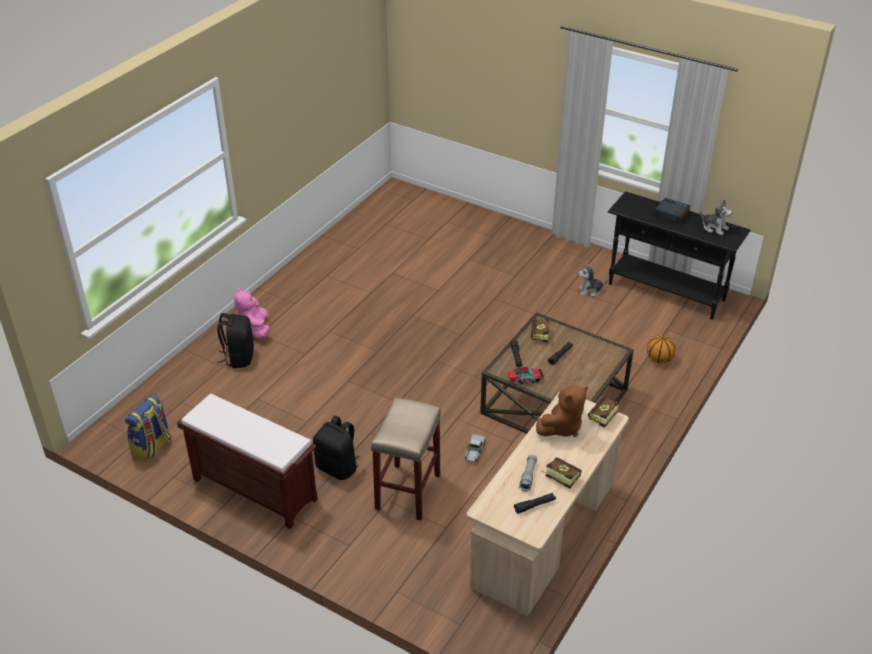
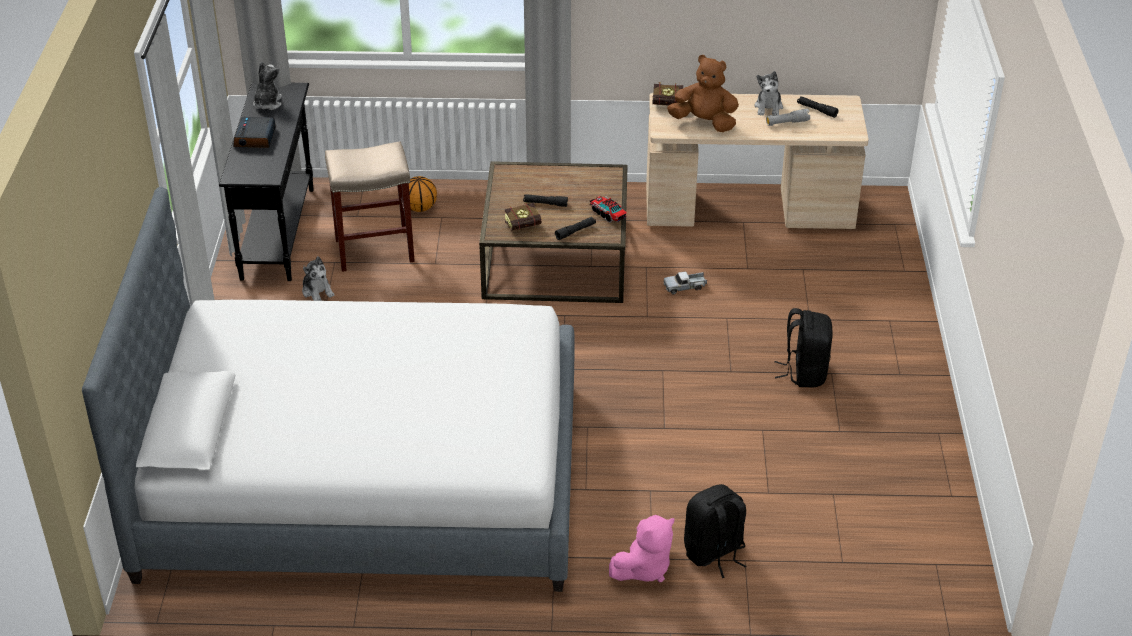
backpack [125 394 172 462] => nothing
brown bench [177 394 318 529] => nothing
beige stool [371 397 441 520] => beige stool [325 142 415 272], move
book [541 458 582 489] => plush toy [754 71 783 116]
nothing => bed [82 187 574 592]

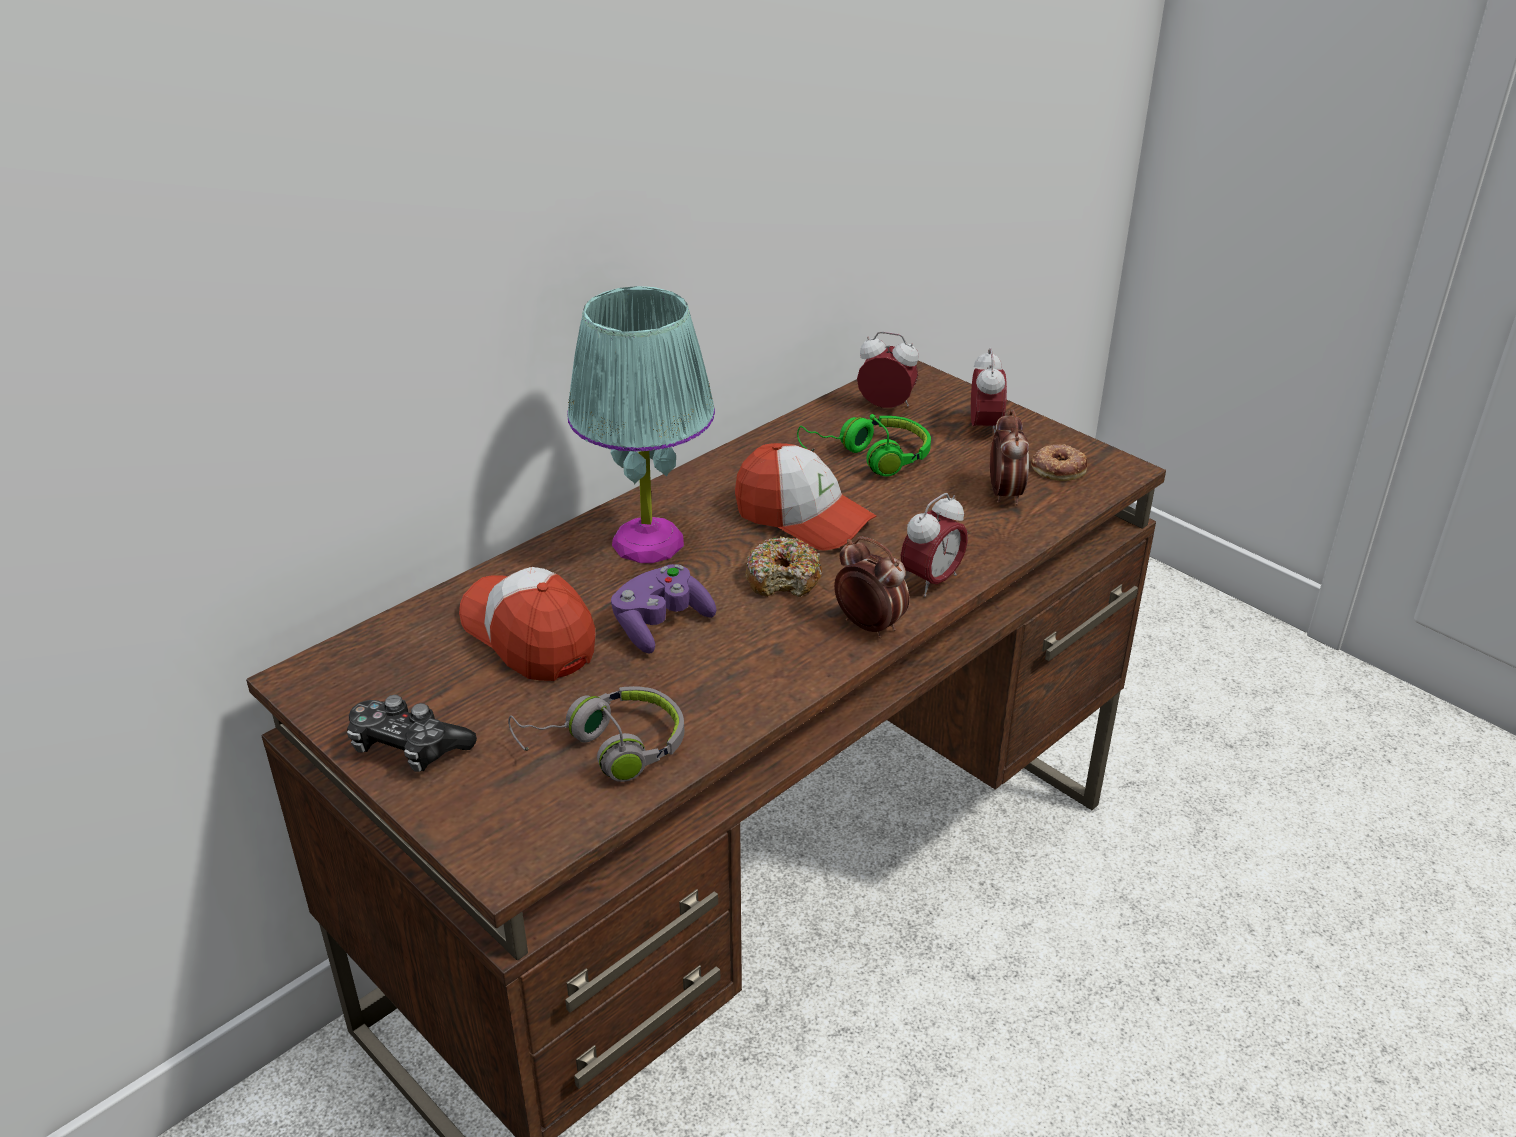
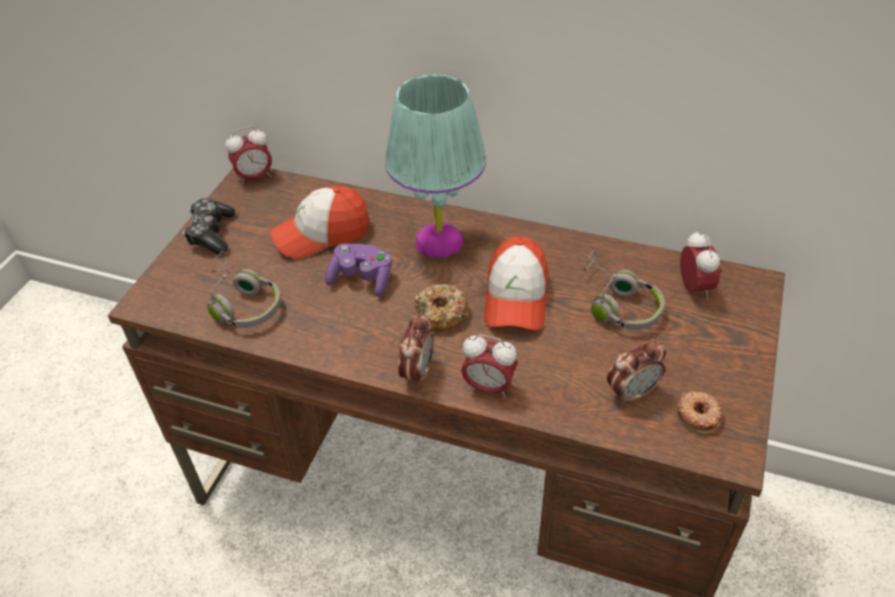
alarm clock [971 348 1007 434] => alarm clock [225 126 272 185], move
green headphones [797 414 931 477] => grey headphones [583 250 665 330]
cap [459 567 595 681] => cap [270 186 369 259], 135 degrees counterclockwise

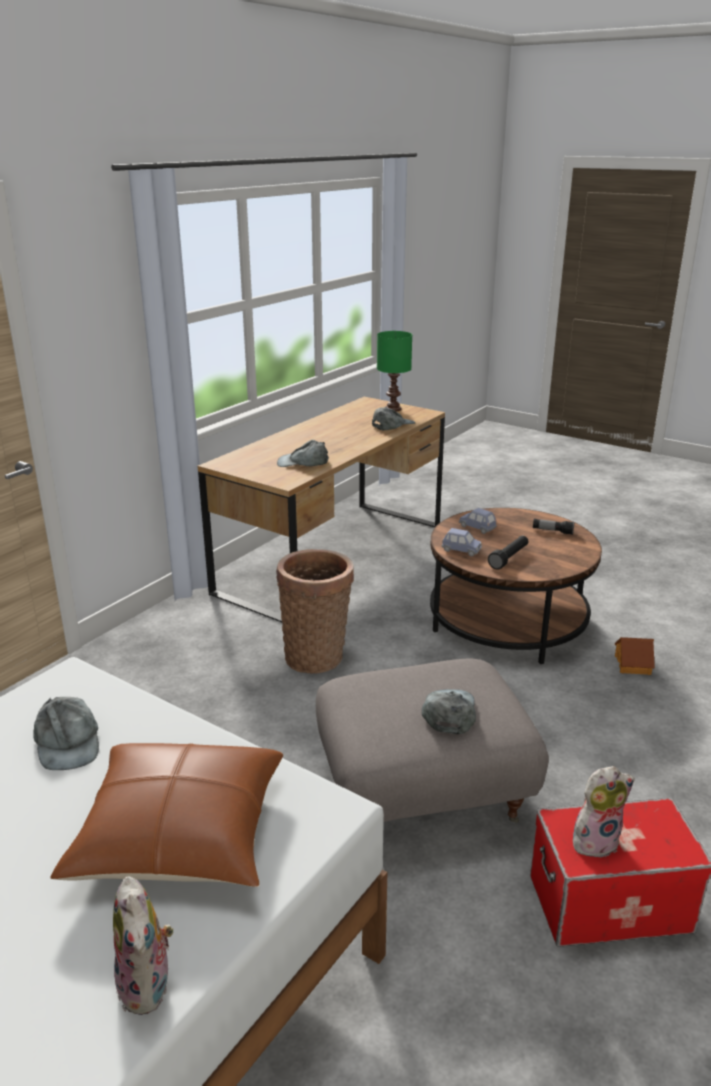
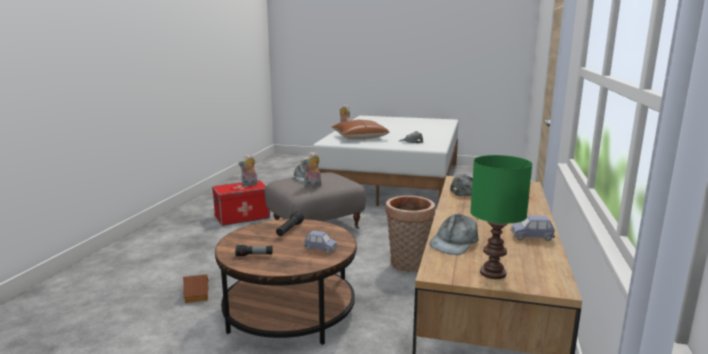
blue toy car [441 528 482 557] => blue toy car [510 215 555 241], move
nothing => plush toy [301 151 321 188]

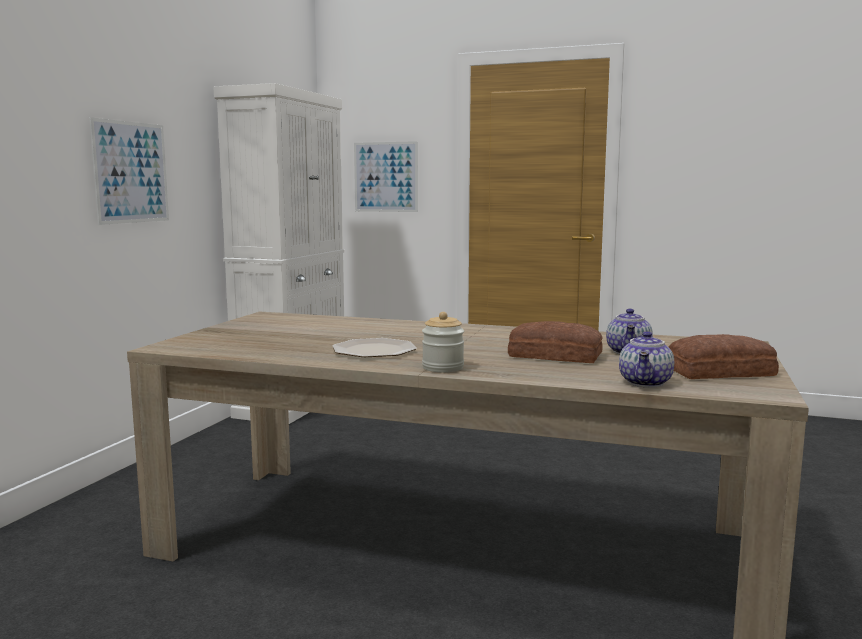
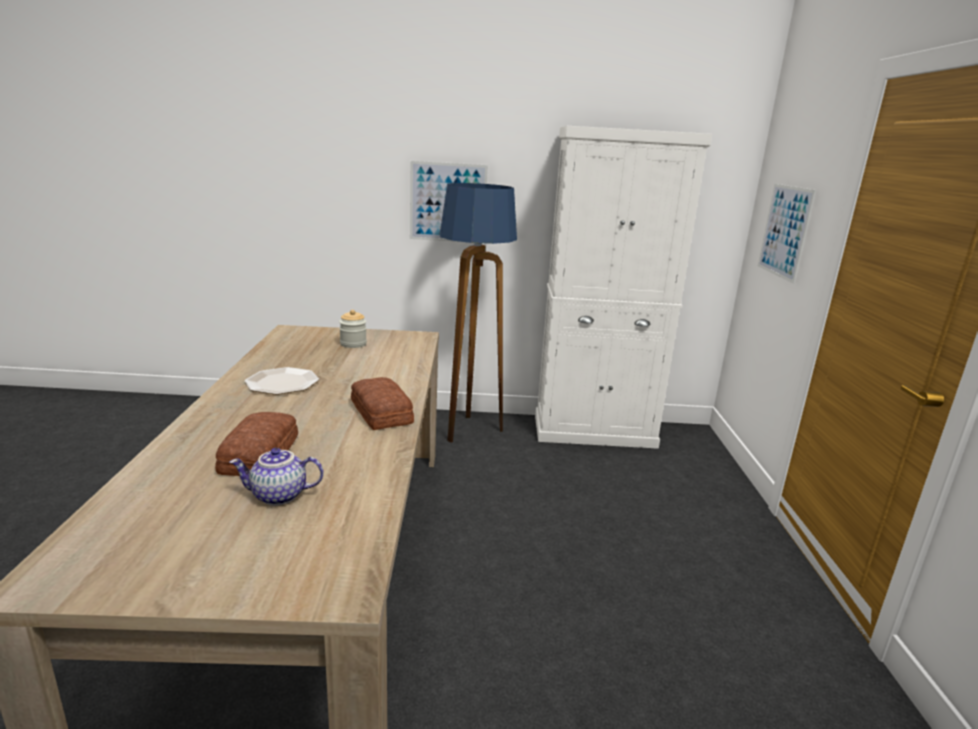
jar [422 312 464 372] => jar [339 310 367 348], move
teapot [619 331 674 388] => nothing
bread [669 334 779 379] => bread [351 377 414 430], move
nothing => floor lamp [440 183 517 442]

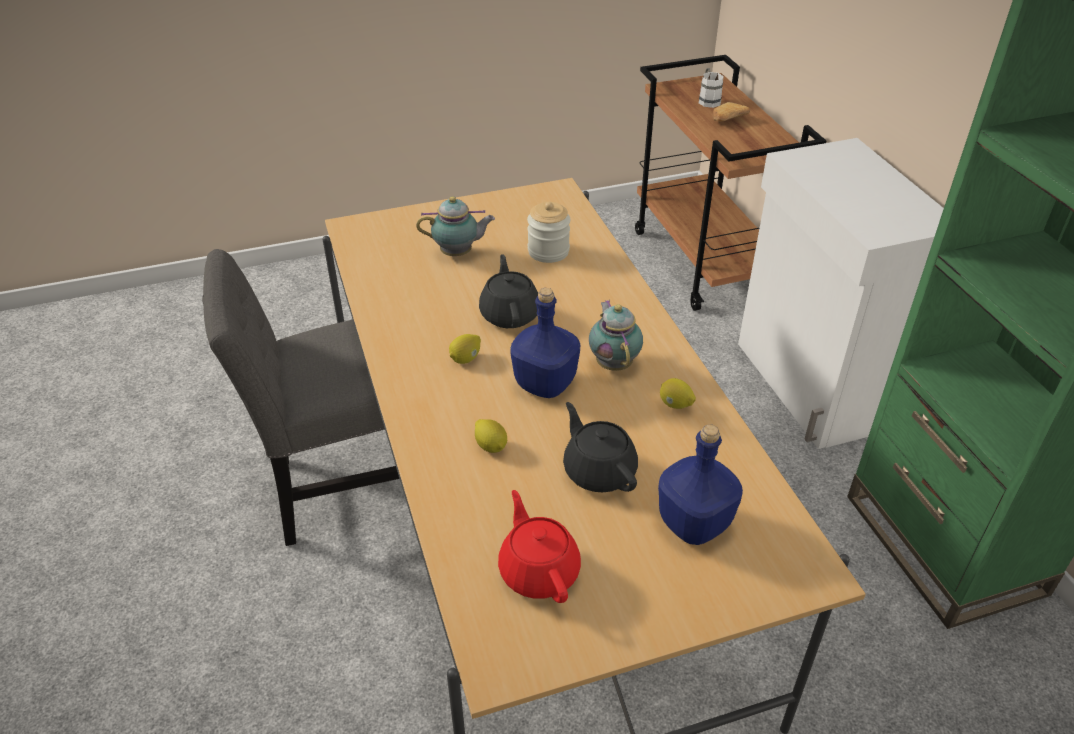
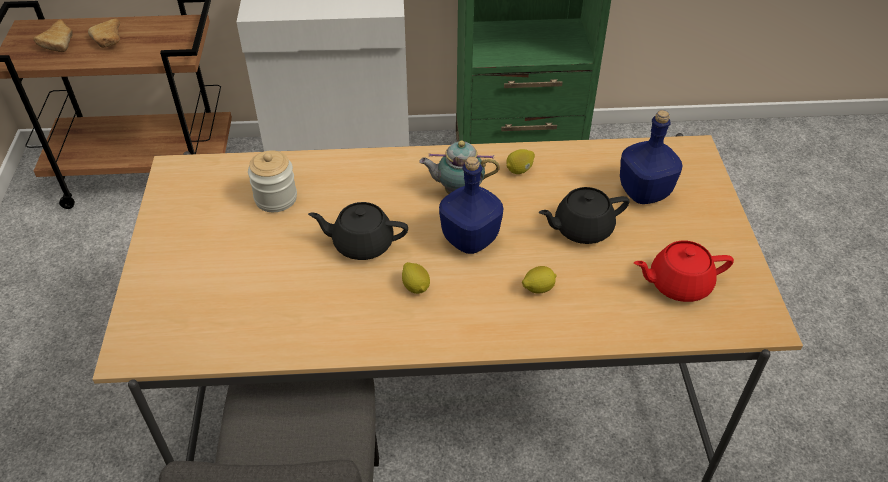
white mug [699 68 723 108] => bread [33 19 73 52]
teapot [416 196 495 256] => nothing

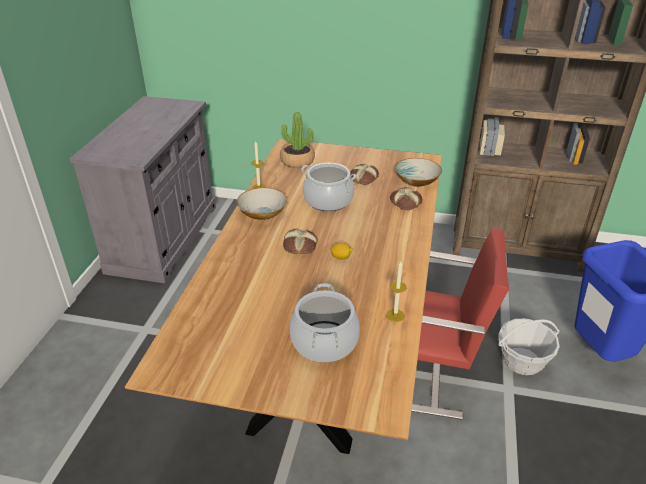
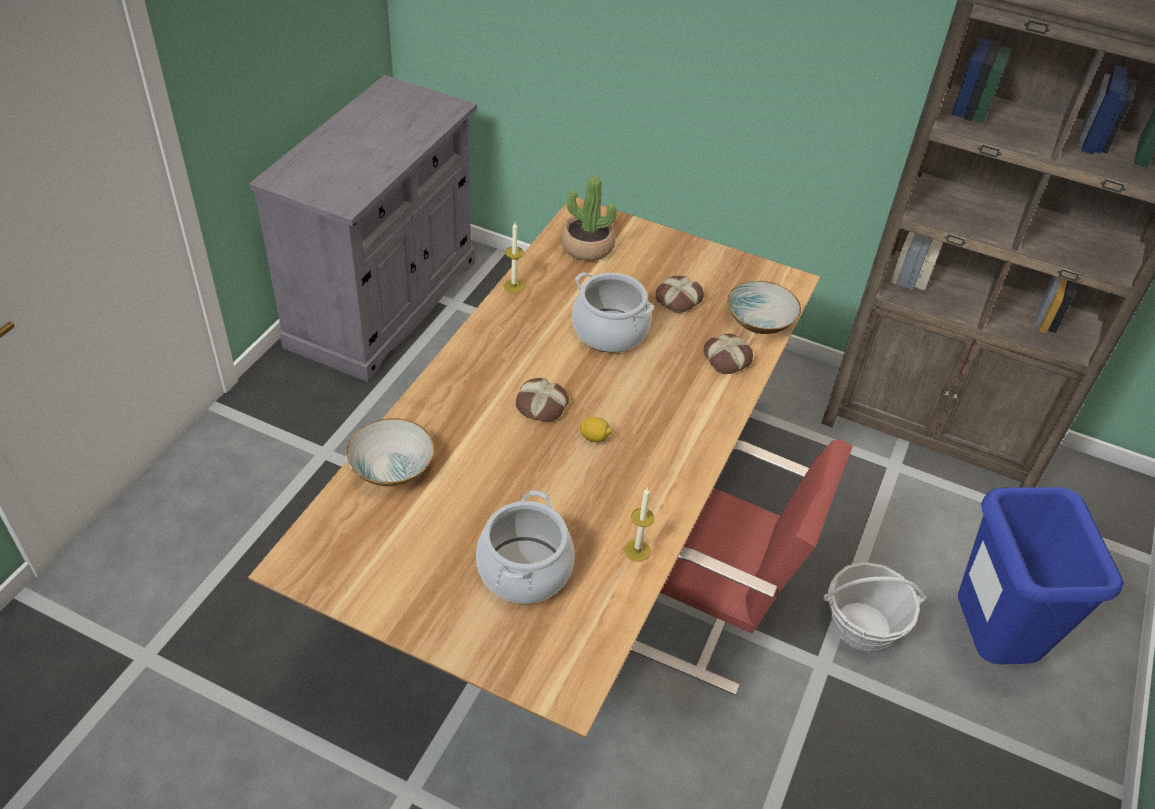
bowl [236 187 287 220] => bowl [346 418 434 486], move

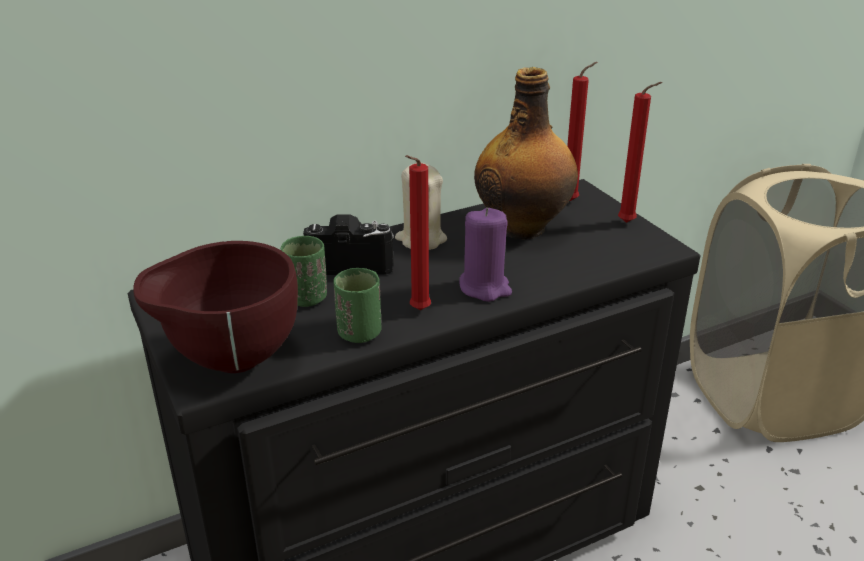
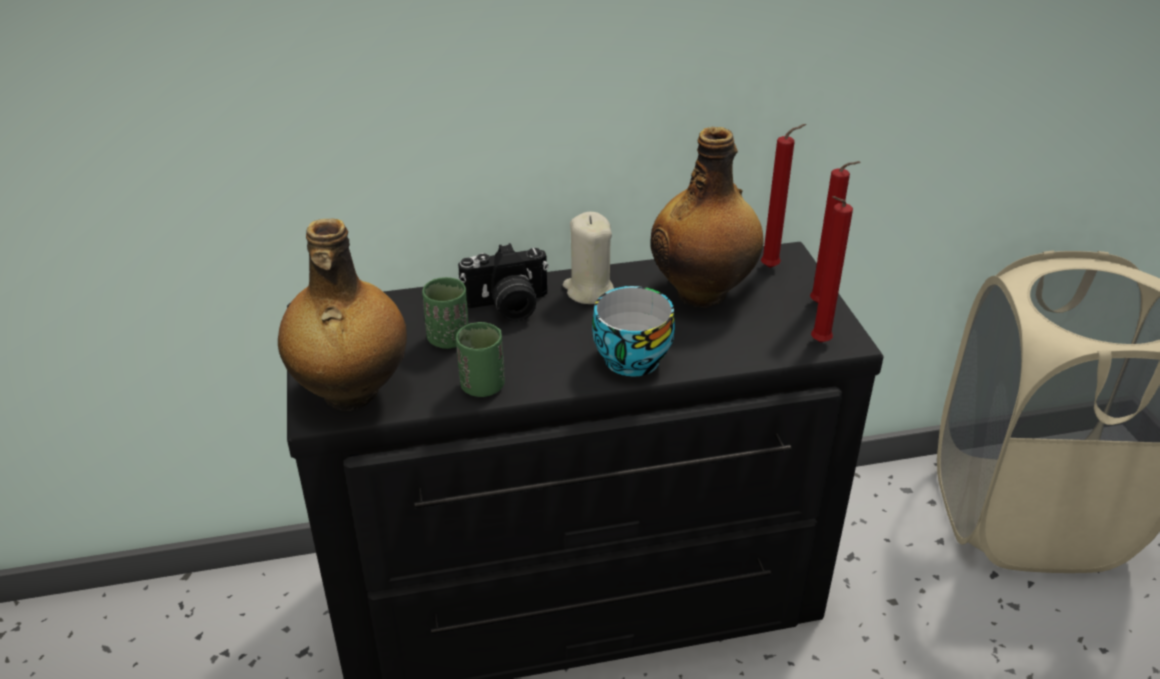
red candle [405 155 431 310] => red candle [811 196 853 343], move
purple candle [459 208 512 302] => cup [592 286 675 377]
photo camera [303 214 394 275] => photo camera [458 243 549 321], 150 degrees clockwise
brown bowl [133 241 298 373] => bottle [278 219 407 411]

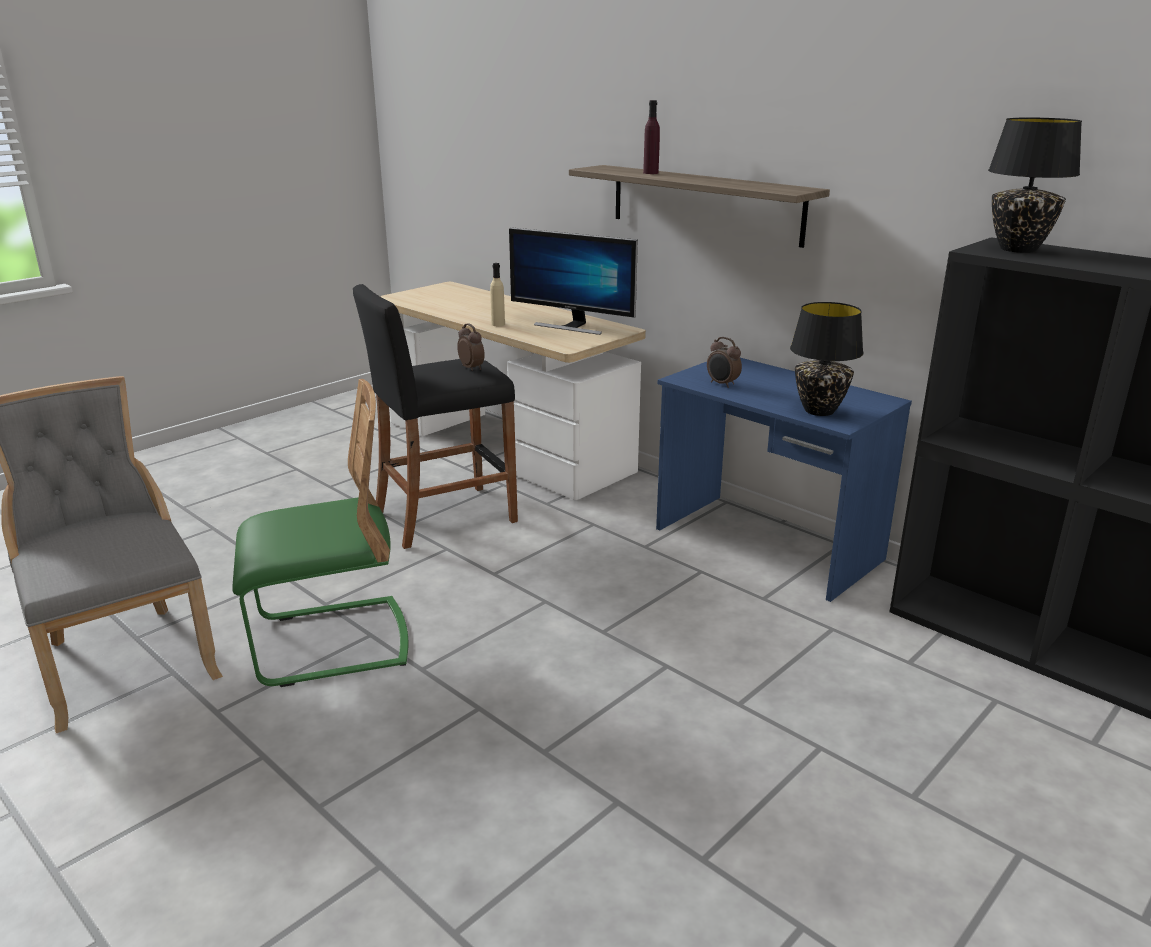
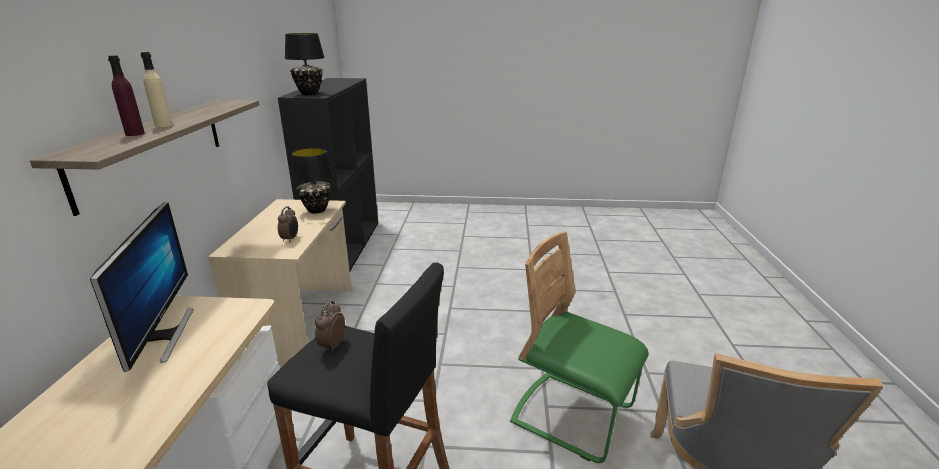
beige bottle [490 263 505 326] => beige bottle [141 52 173 127], move
blue desk [656 358 912 602] => beige desk [208 199 352 365]

